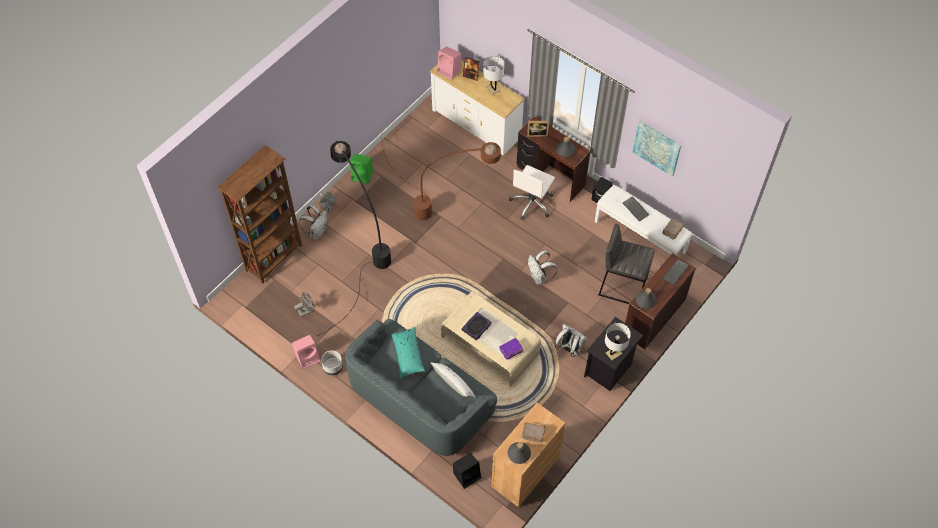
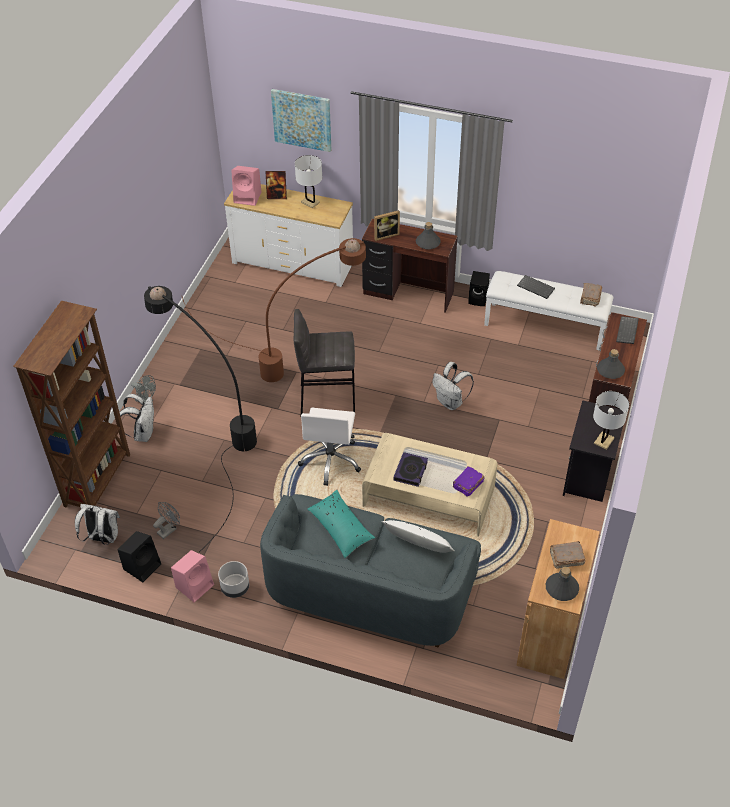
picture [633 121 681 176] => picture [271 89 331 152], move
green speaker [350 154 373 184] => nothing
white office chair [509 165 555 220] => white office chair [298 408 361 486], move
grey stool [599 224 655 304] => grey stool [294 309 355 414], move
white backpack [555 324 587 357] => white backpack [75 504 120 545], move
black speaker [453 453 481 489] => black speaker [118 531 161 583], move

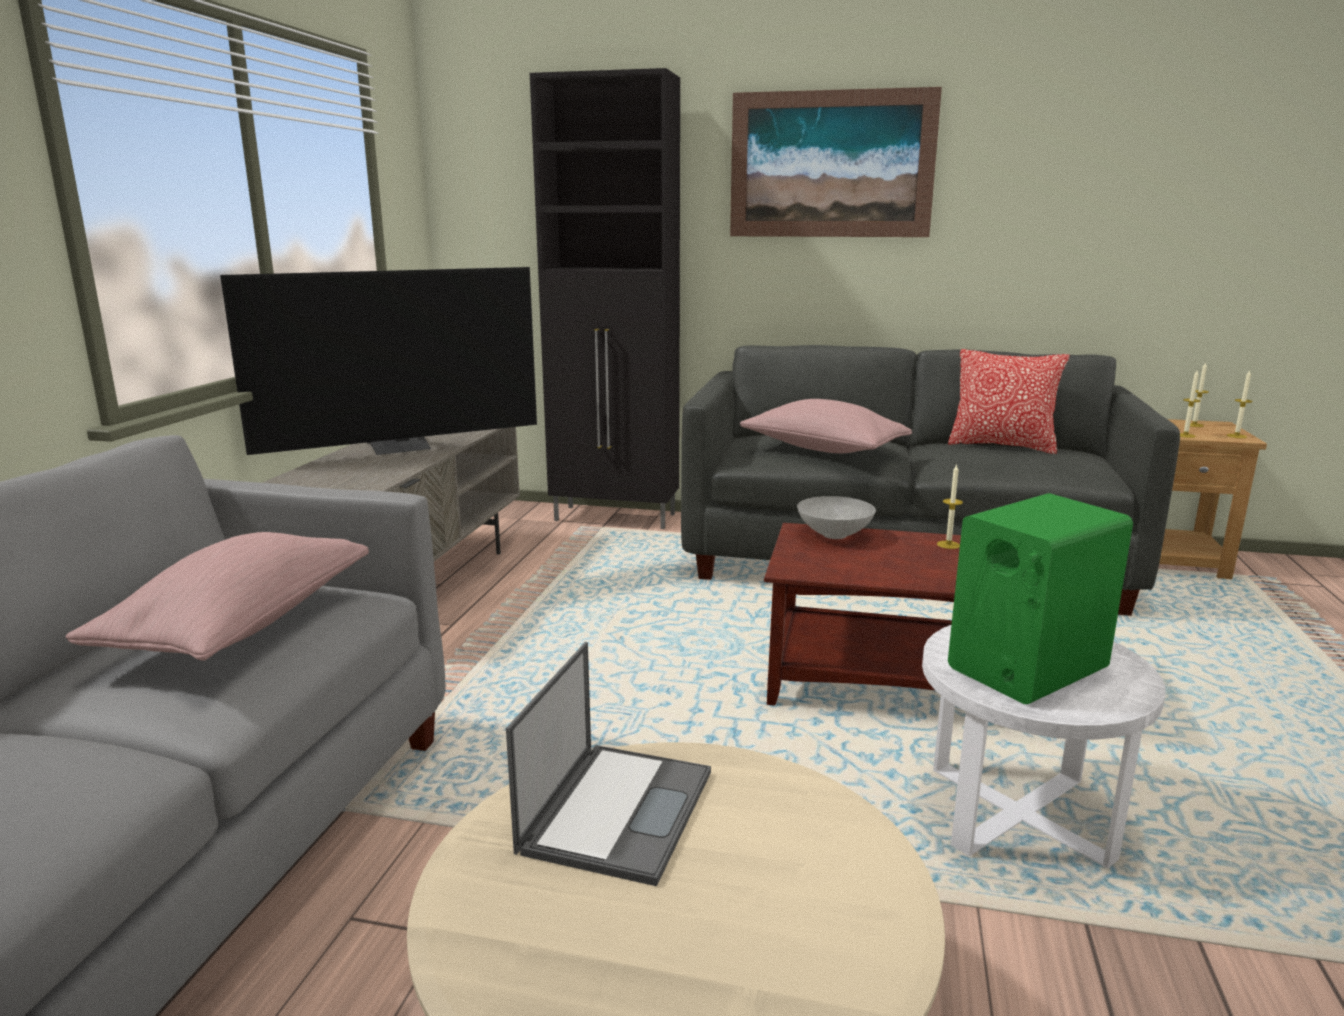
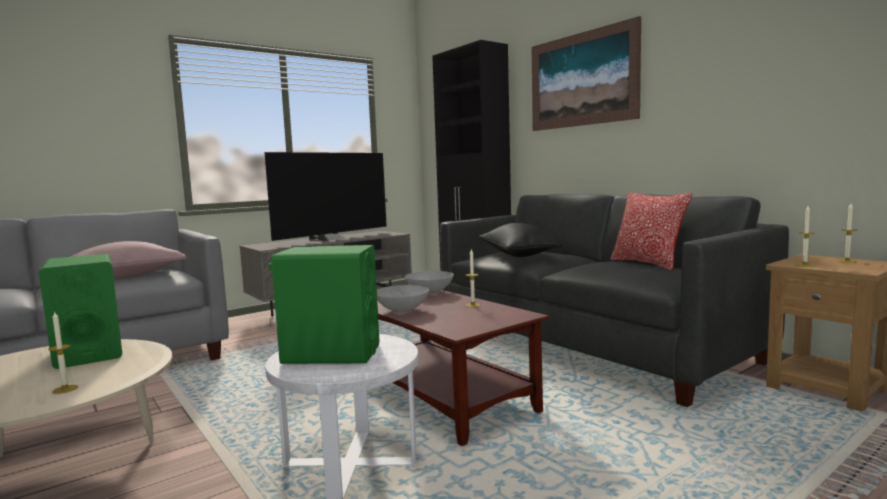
television [220 267 537 455] => television [264 152 387 241], 60 degrees counterclockwise
candle [1227 370 1253 438] => candle [48 311 78 394], move
pink pillow [740 399 912 453] => black pillow [479 223 562 257]
laptop [506 642 711 886] => green speaker [39 254 122 369]
nothing => grey bowl [377 285 429 313]

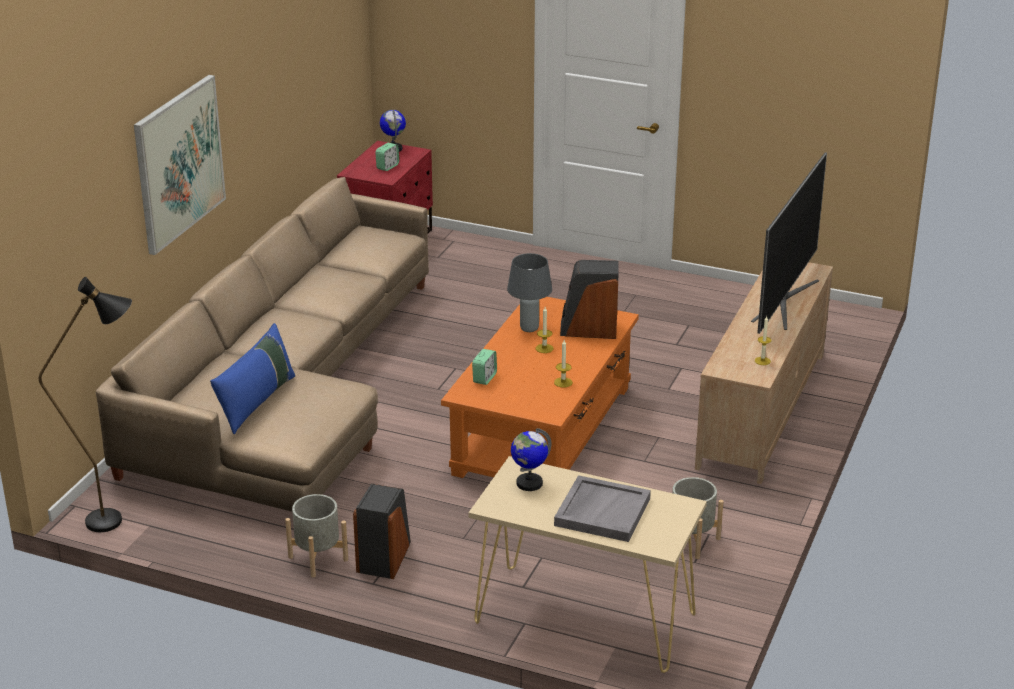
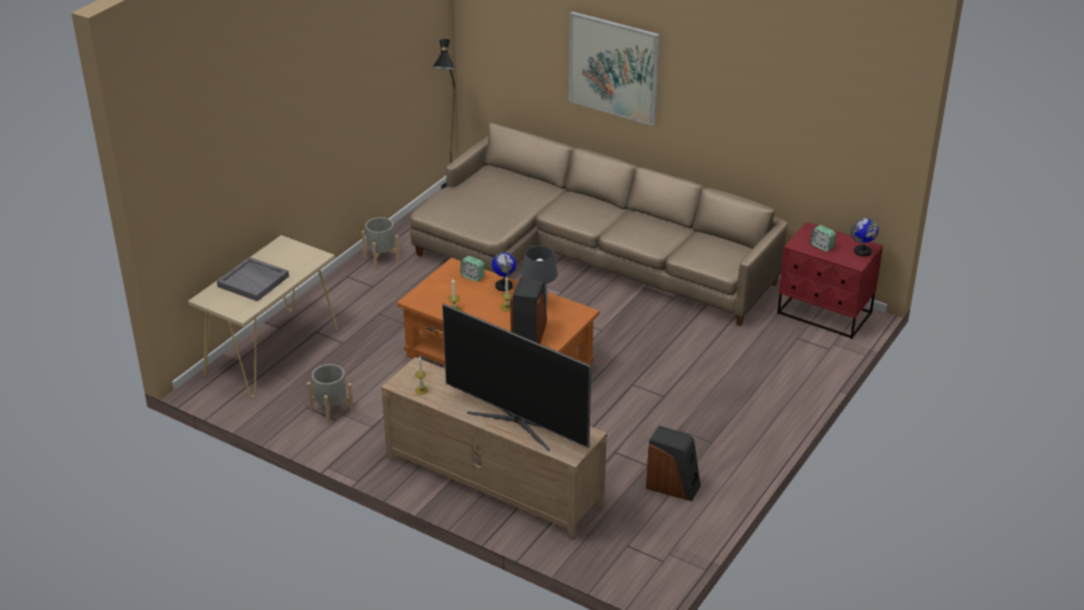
blue pillow [210 323 295 434] => nothing
globe [511 428 551 491] => globe [492 252 516 291], move
speaker [353 484 411 579] => speaker [646 426 701 501], move

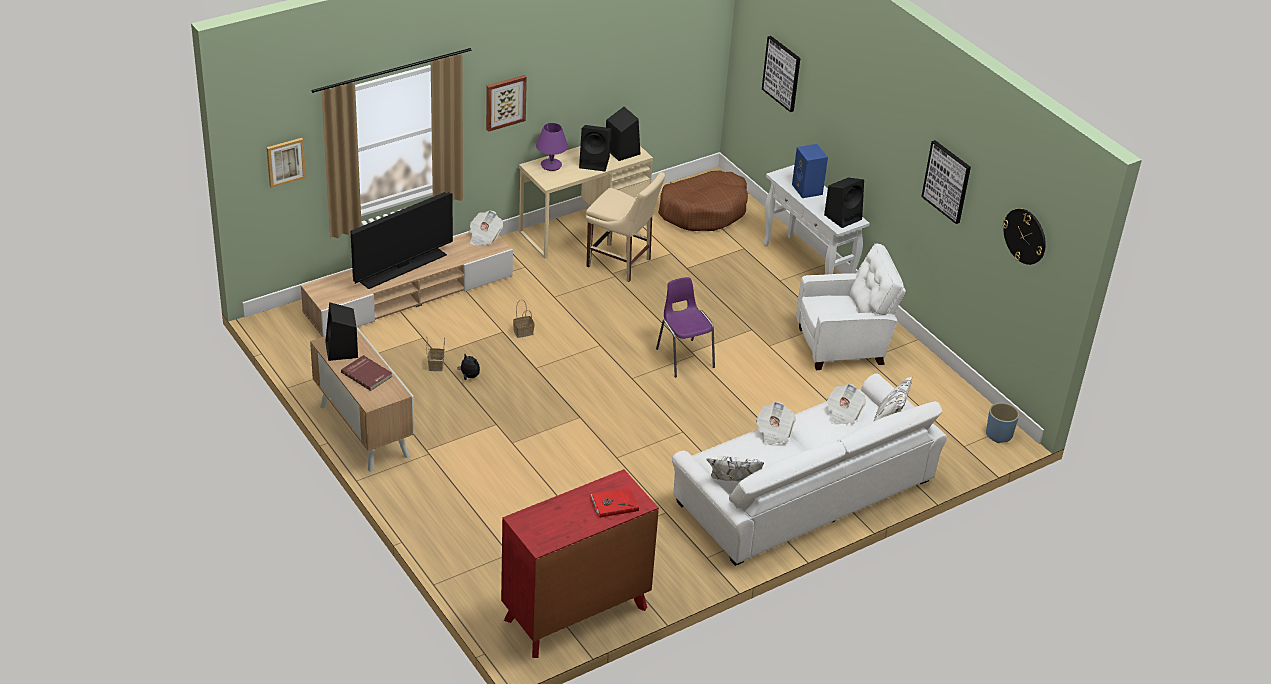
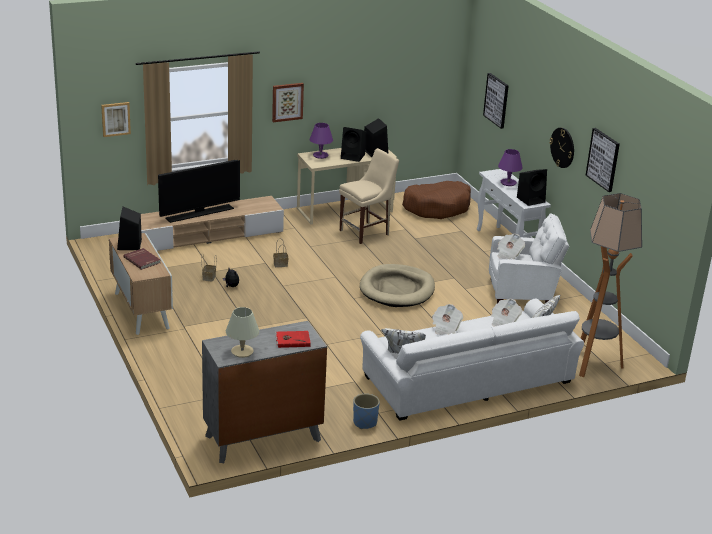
blue speaker [792 144 828 198] => purple table lamp [498 149 523 186]
beige chair [586 172 665 282] => beige chair [339 148 399 244], 75 degrees counterclockwise
wall clock [1003 209 1046 265] => wall clock [549 127 574 168], move
newspaper [469 210 503 245] => newspaper [497 234 525 259], move
purple chair [656 277 715 378] => beige dog bed [360 264 435 307]
blue planter [986 403 1019 443] => blue planter [353 394 380 429], move
red dresser [501 469 659 658] => grey dresser [202 321 327 463]
nothing => floor lamp [579 193 642 377]
nothing => beige table lamp [226 307 259 358]

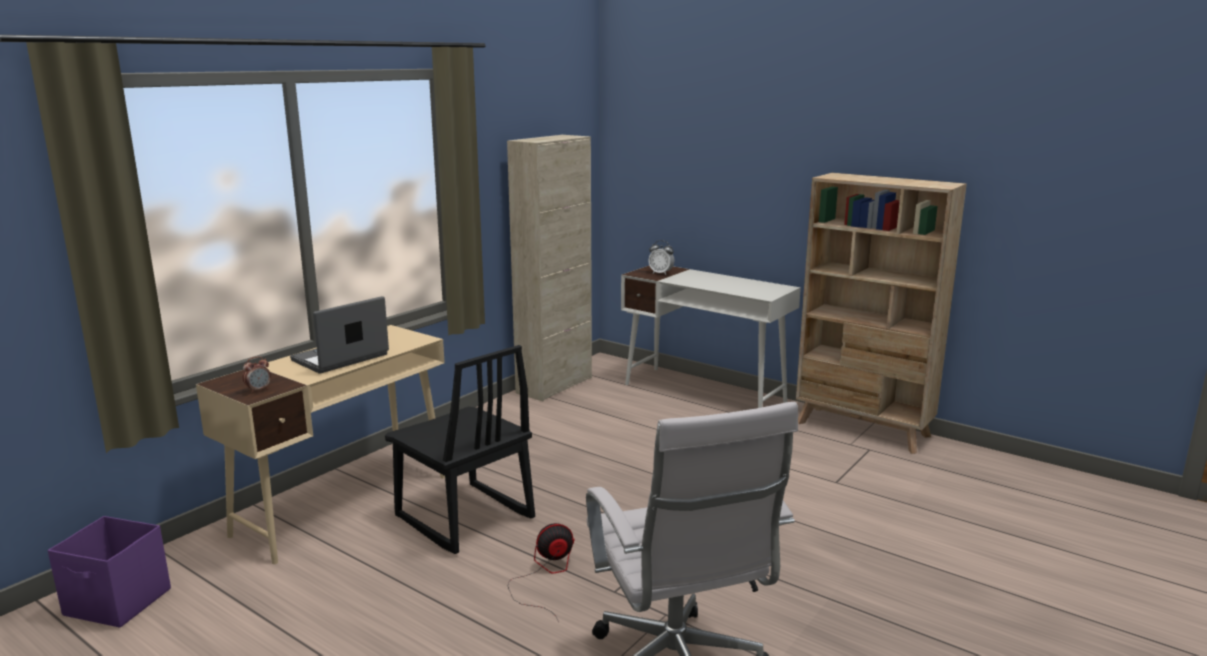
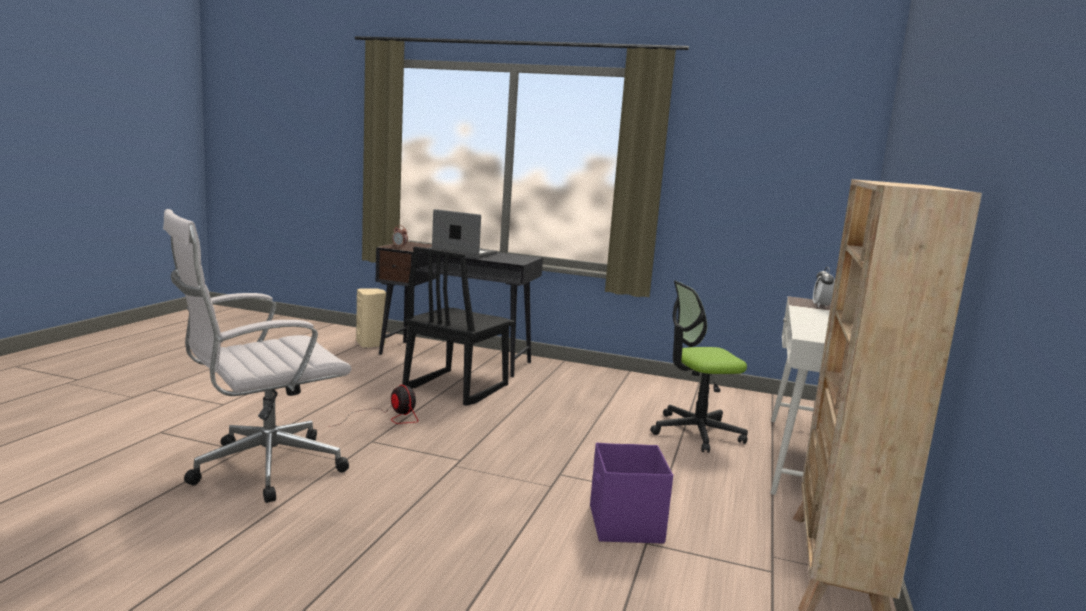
beige cabinet [507 135 592 401] => nothing
beige desk [196 325 445 564] => black desk [376 242 543 377]
purple storage box [48 516 171 628] => purple storage box [590 443 673 543], move
nothing => office chair [650 280 748 453]
nothing => beige speaker [356 289 386 348]

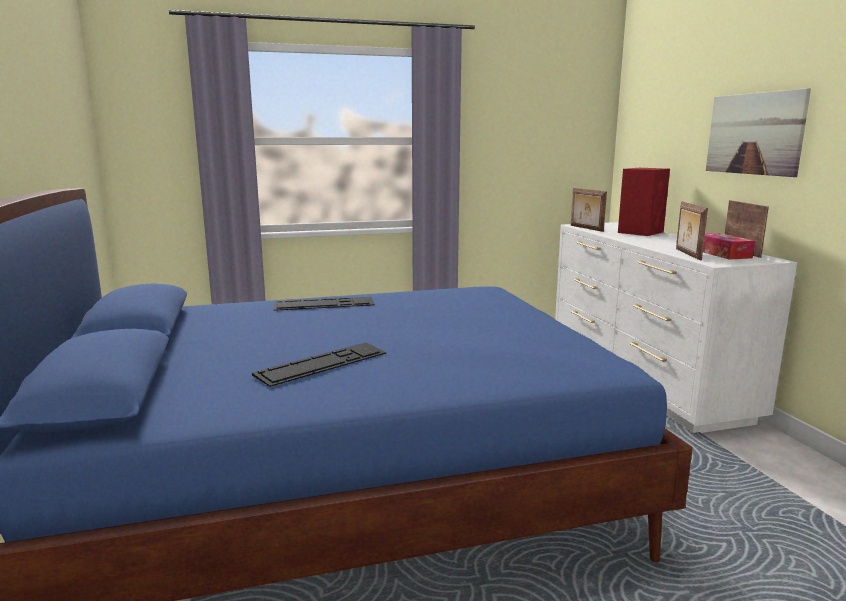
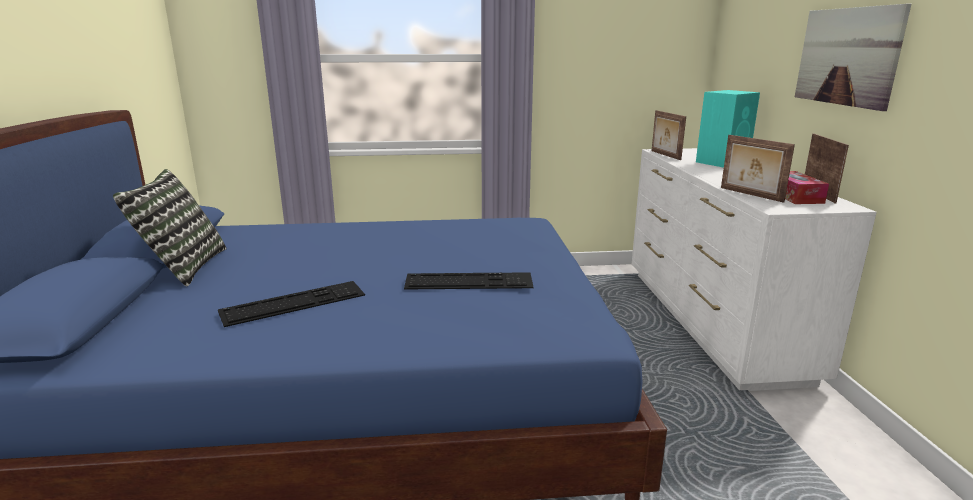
red speaker [618 168 670 236] => turquoise speaker [696 90 760 168]
picture frame [676 202 708 261] => picture frame [721 135 795 203], 45 degrees counterclockwise
keyboard [274 297 375 311] => keyboard [404 272 534 290], move
nothing => pillow [113 169 226 286]

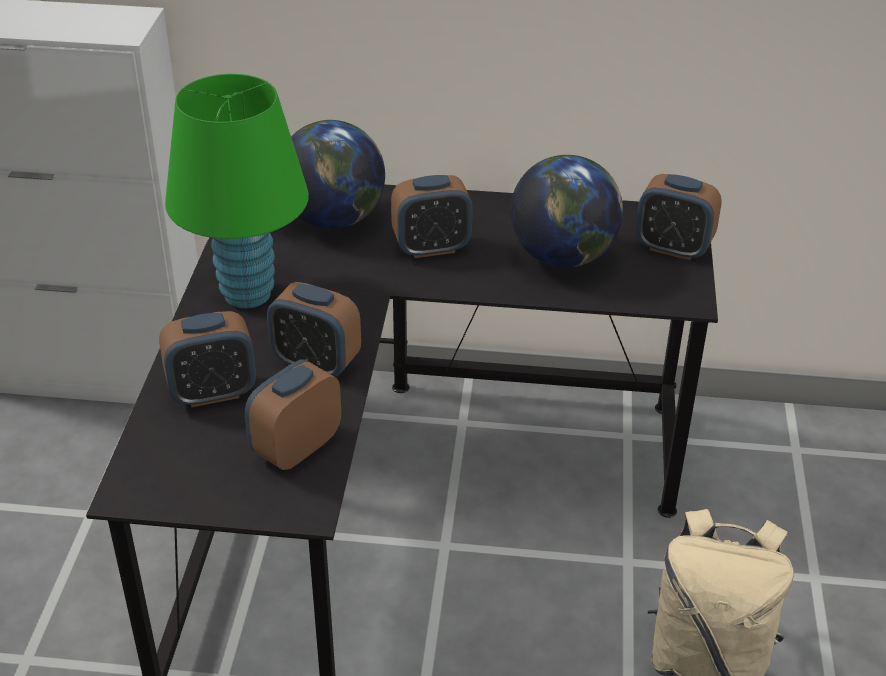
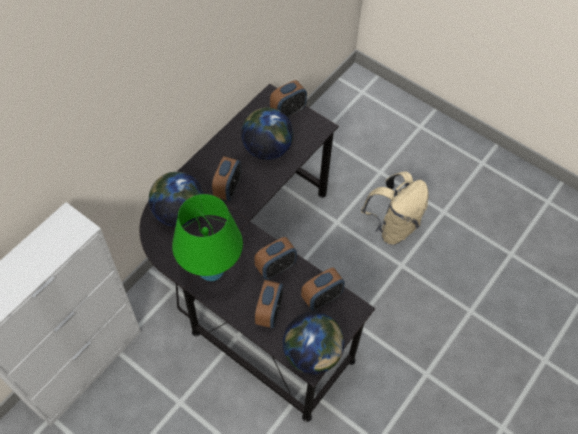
alarm clock [245 360 341 470] => alarm clock [301 268 345 311], 105 degrees counterclockwise
nothing => globe [283 312 344 374]

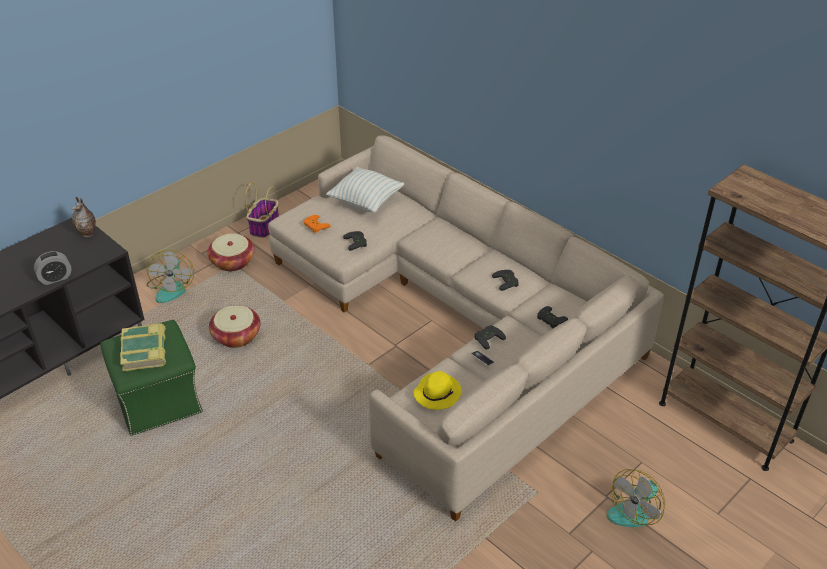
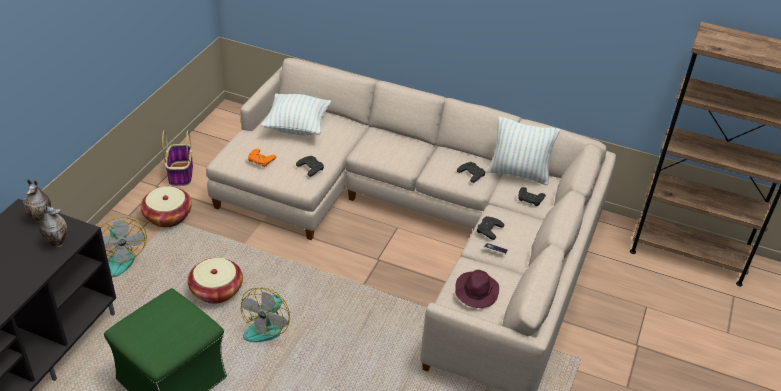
alarm clock [34 251 71 285] => nothing
book [120 323 166 372] => nothing
yellow hat [413 371 462 410] => purple hat [455 270 499 308]
fan [607 469 665 527] => fan [241 288 290 342], move
nothing => pillow [488 117 560 185]
nothing => vase [39 201 67 247]

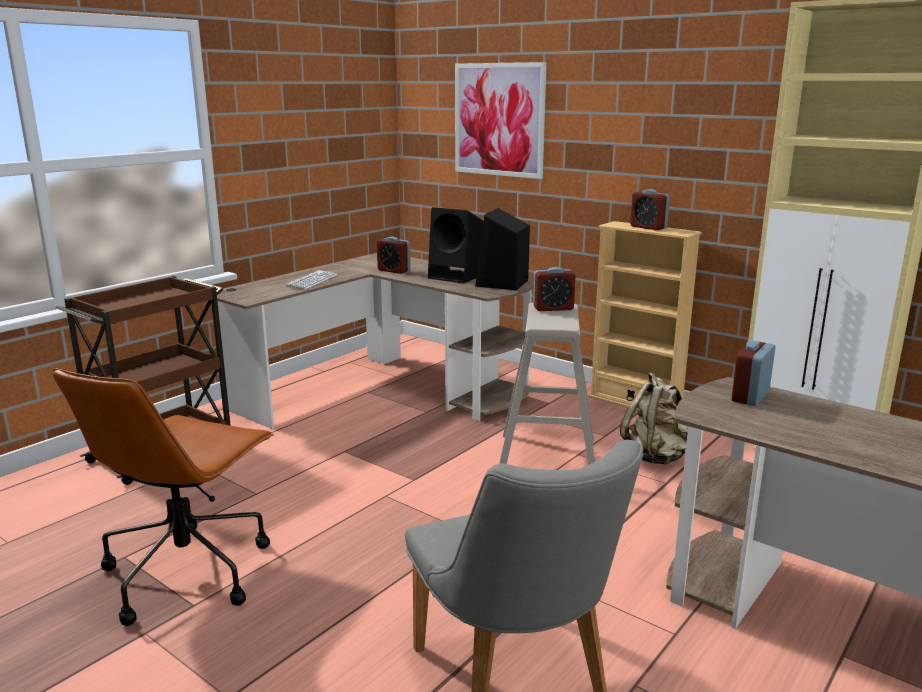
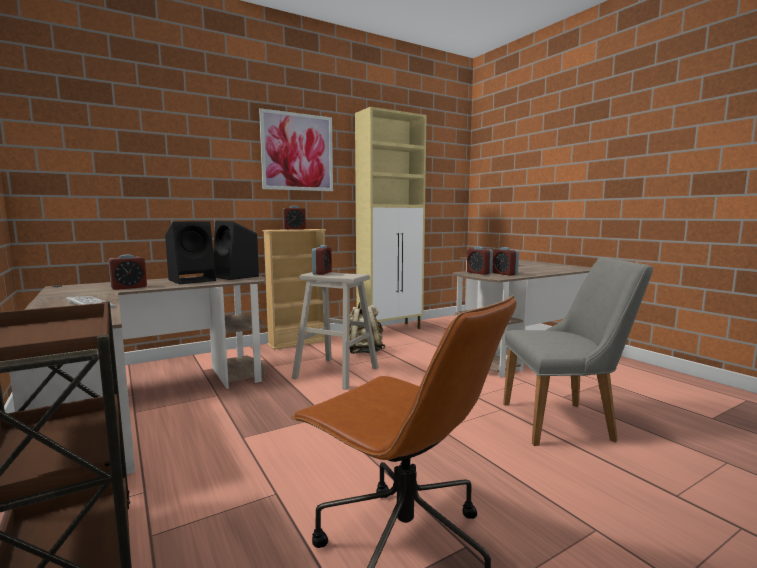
picture [455 62 547 179] => picture [259 108 333 191], move
nothing => alarm clock [492 247 519 276]

